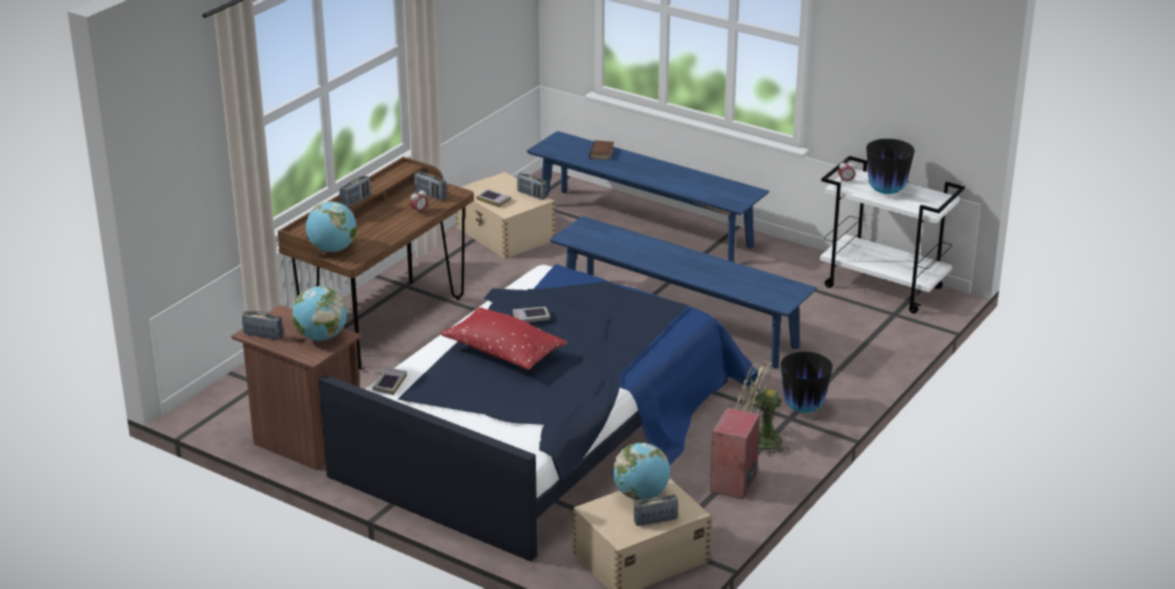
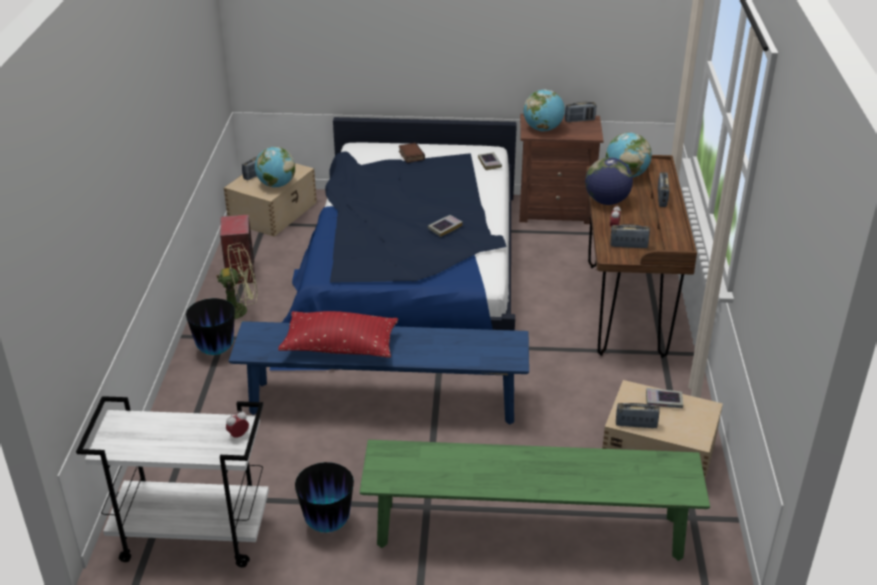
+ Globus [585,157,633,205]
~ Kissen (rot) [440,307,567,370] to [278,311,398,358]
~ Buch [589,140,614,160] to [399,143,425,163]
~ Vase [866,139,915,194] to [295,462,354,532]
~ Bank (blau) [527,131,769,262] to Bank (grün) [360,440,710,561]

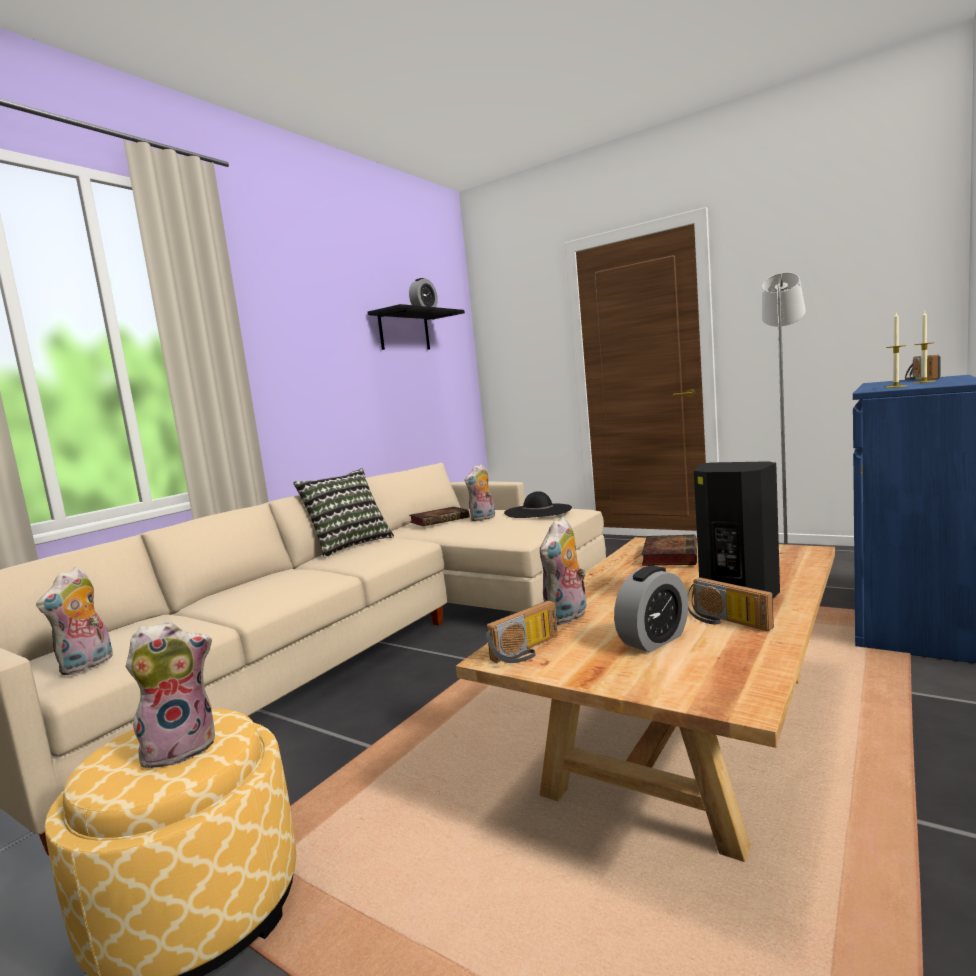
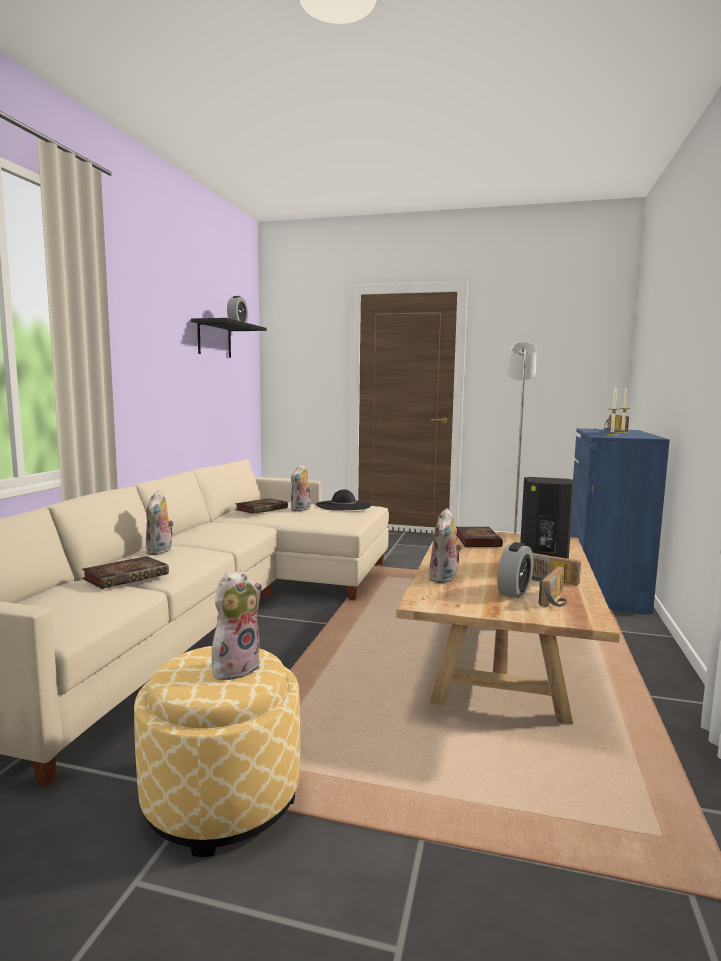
- Kissen [293,468,394,558]
+ Buch [82,556,169,589]
~ Plüschtier [36,568,113,675] to [146,490,174,555]
~ Radio [486,600,558,663] to [539,566,567,607]

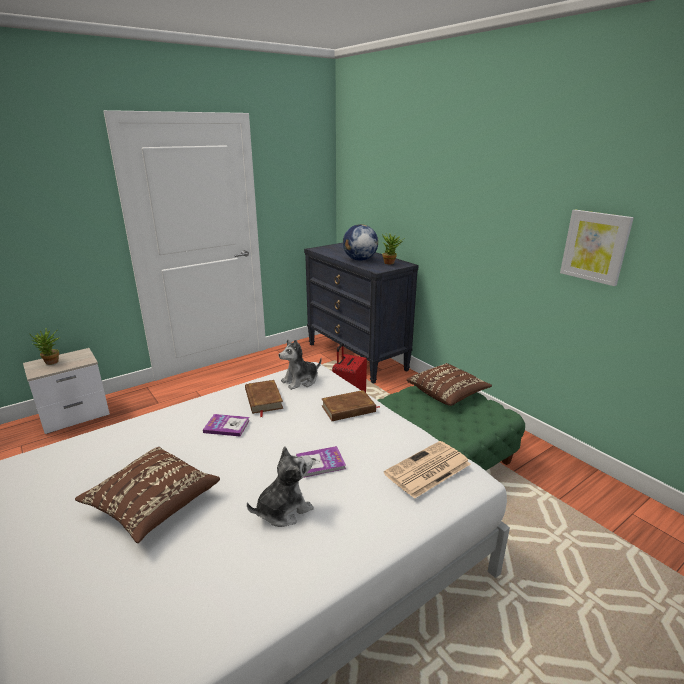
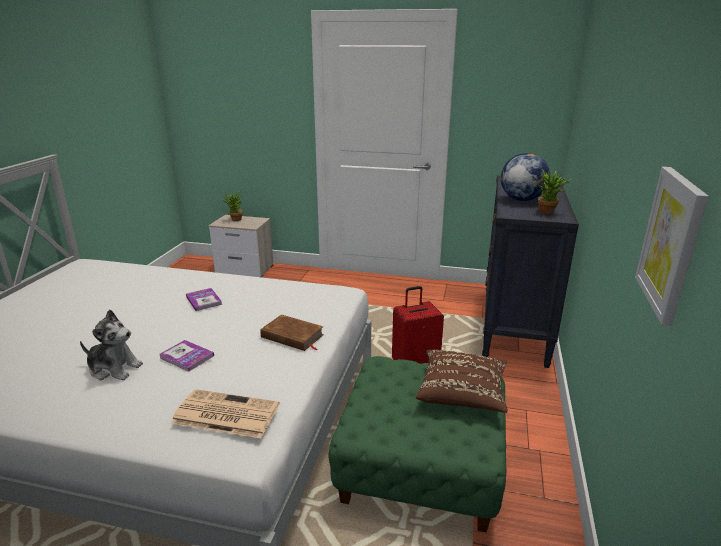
- Kissen (braun) [75,447,220,543]
- Buch (braun) [245,380,283,417]
- Plüschtier [279,339,322,390]

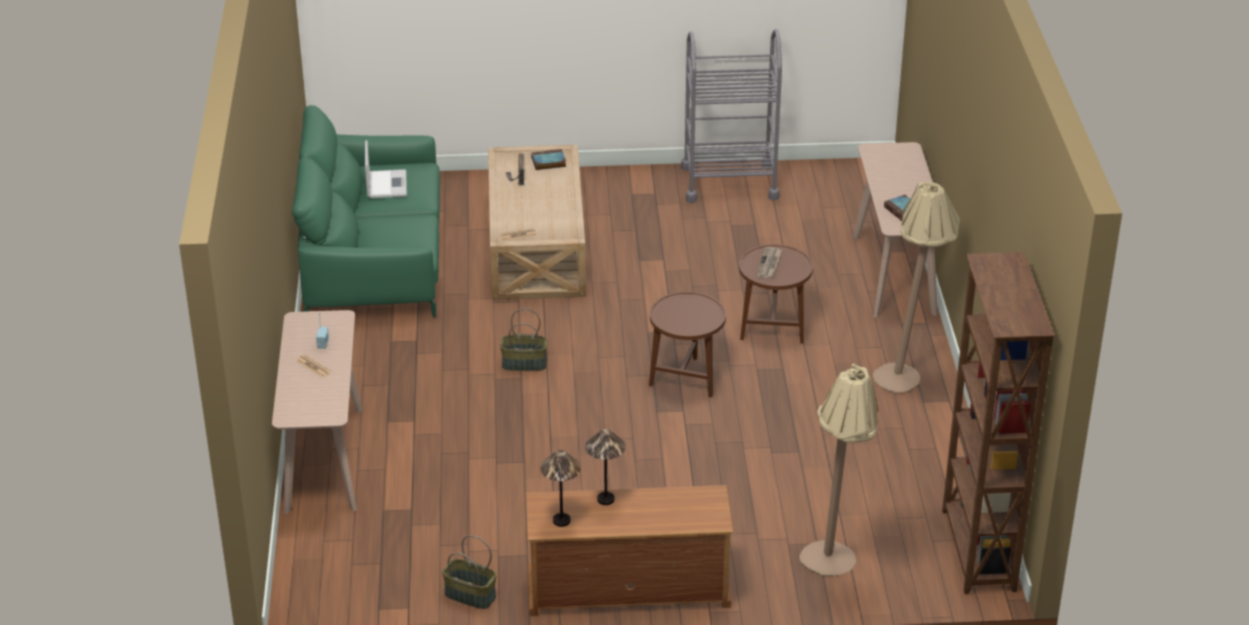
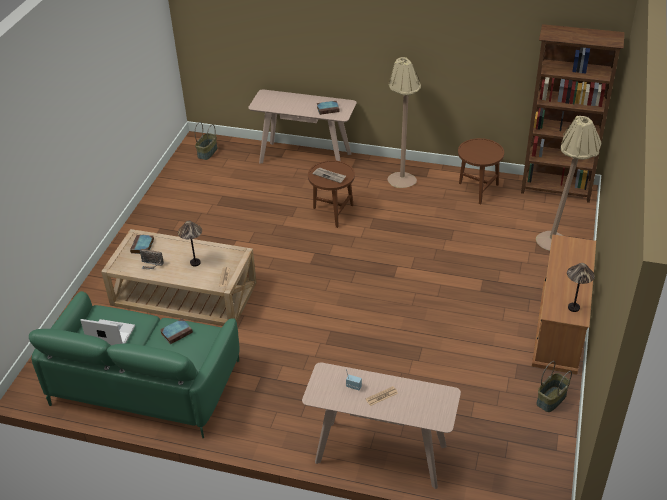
- Rollwagen (grau) [681,29,782,203]
+ Buch [160,318,193,344]
~ Korb [500,309,547,371] to [195,122,218,160]
~ Tischlampe [585,429,626,505] to [178,221,202,267]
~ Beistelltisch (braun) [649,292,726,397] to [458,138,504,205]

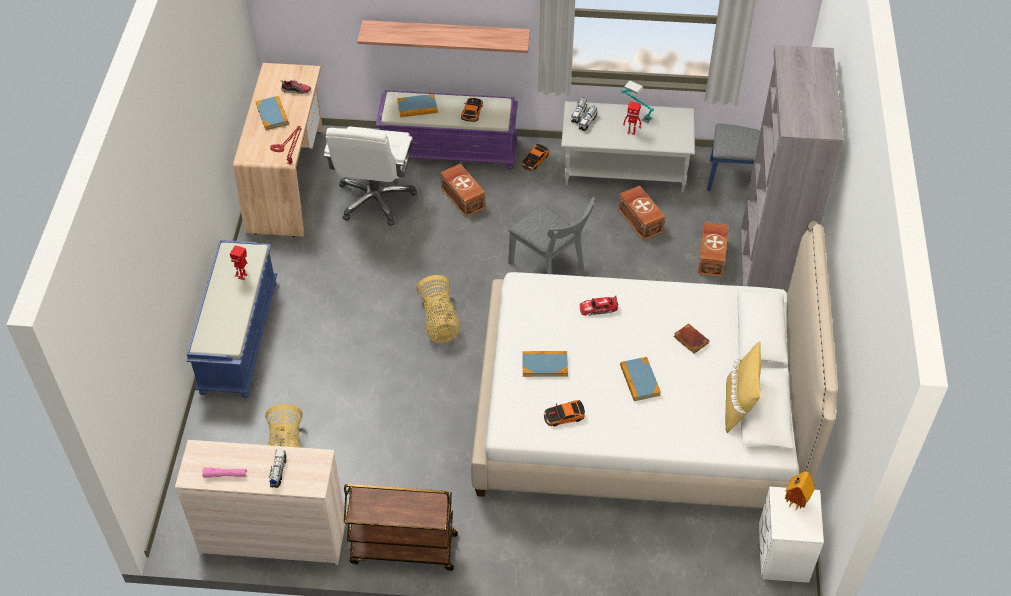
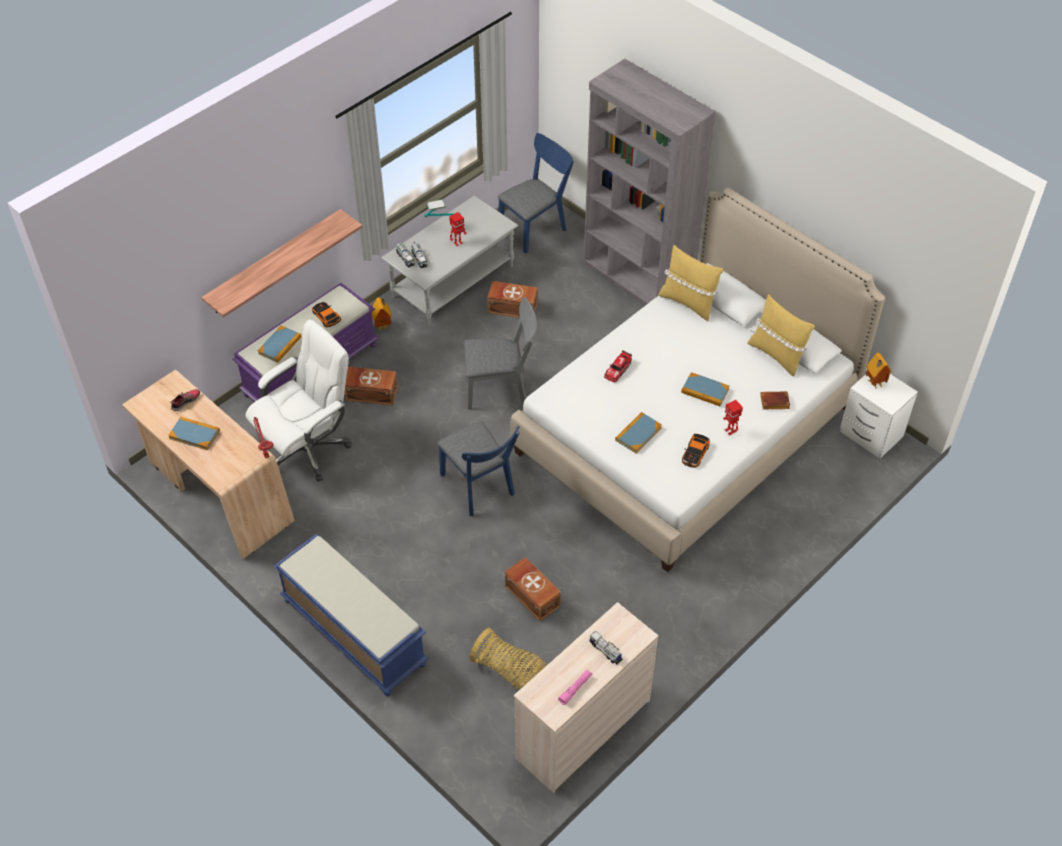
- Rollwagen (braun) [344,484,458,571]
+ Kissen (gelb) [658,245,723,321]
~ Spielzeugroboter [230,245,248,280] to [723,400,743,436]
~ Buch (braun) [673,324,709,354] to [760,392,790,409]
~ Aufbewahrungsbox (braun) [698,222,729,277] to [505,557,561,621]
~ Korb [416,275,460,343] to Stuhl (blau) [437,421,520,516]
~ Spielzeugauto [522,144,549,171] to Spielzeughaus [371,297,392,330]
~ Bürostuhl (weiß) [324,127,417,226] = [245,319,352,482] 90 degrees counterclockwise

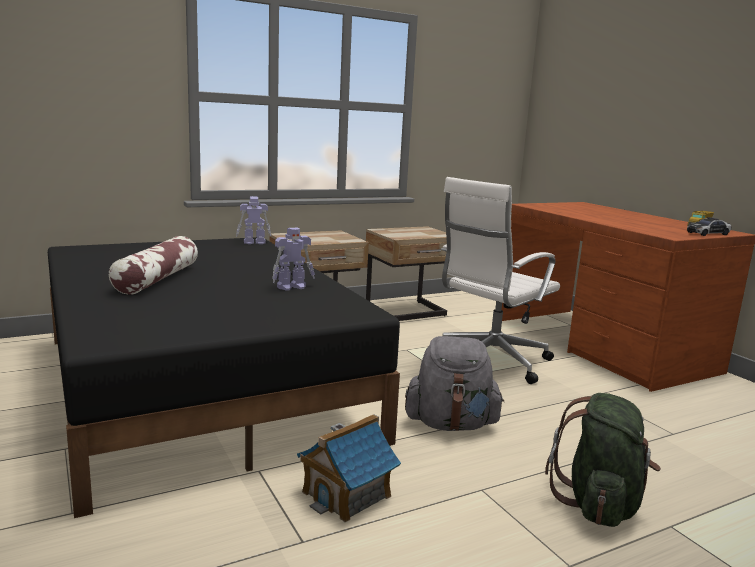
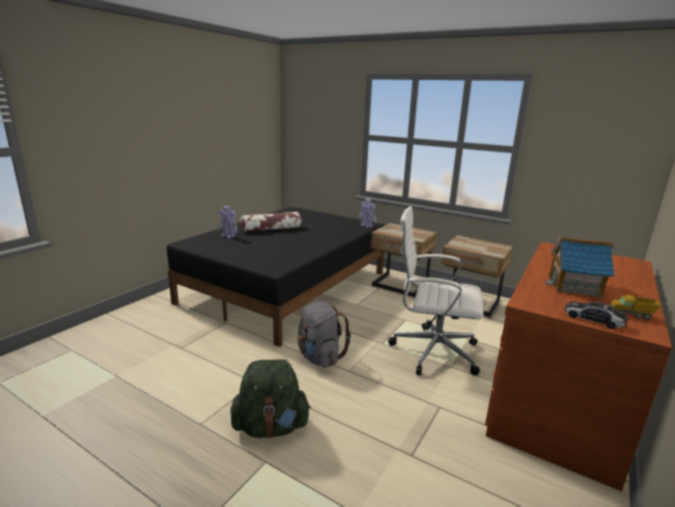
~ Spielzeugroboter [272,228,315,291] to [217,206,238,238]
~ Spielzeughaus [297,414,401,522] to [545,237,615,298]

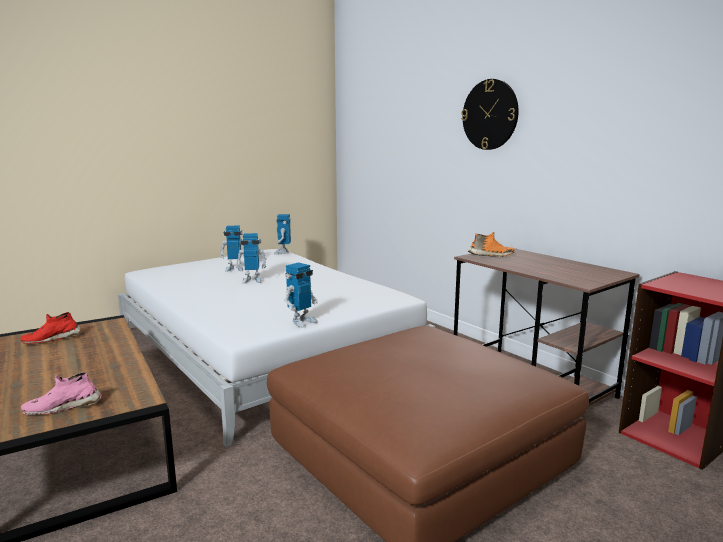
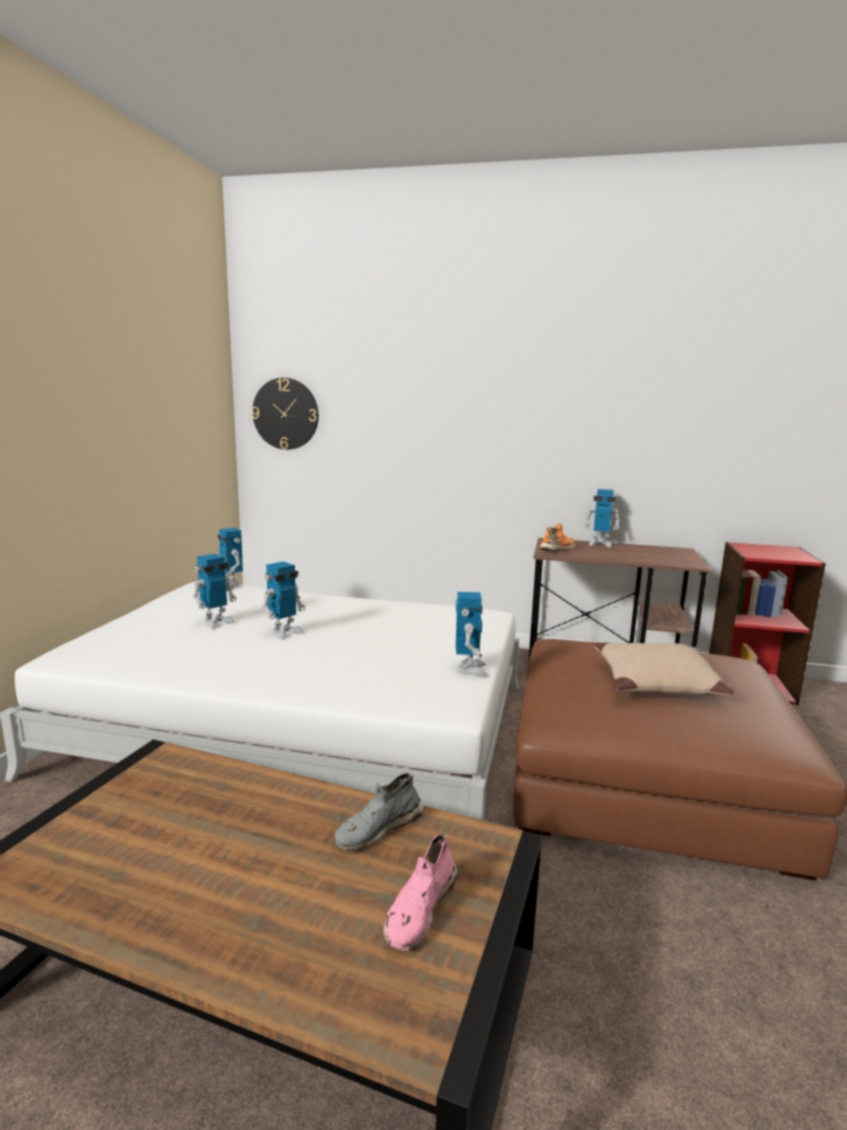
- Schuh (rot) [20,312,82,344]
+ Schuh (grau) [334,773,425,851]
+ Spielzeugroboter [584,489,620,548]
+ Kissen (beige) [594,643,733,696]
~ Wanduhr [461,79,519,150] to [252,378,319,450]

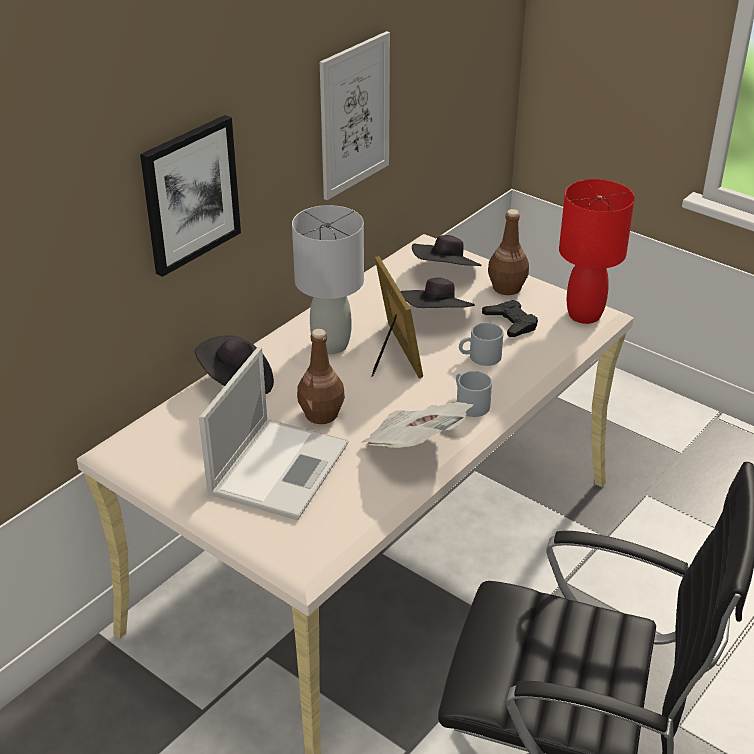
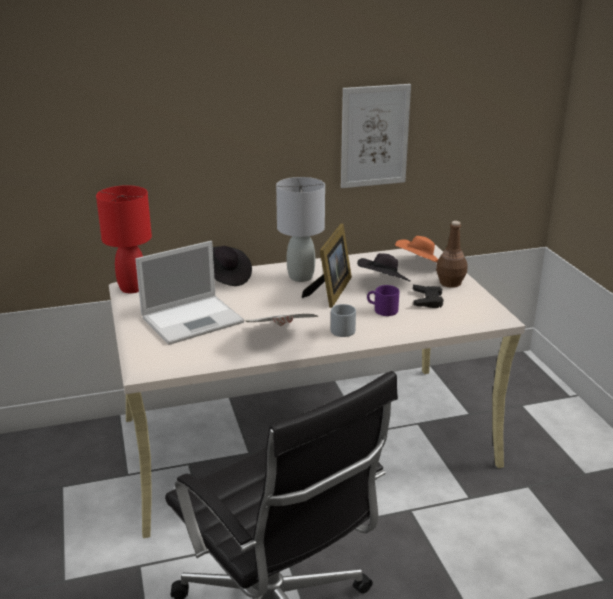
- Bild [140,115,241,277]
- Flasche (braun) [297,329,345,424]
~ Tischlampe (rot) [559,179,635,324] to [96,185,152,293]
~ Hut (schwarz) [412,235,481,266] to Hut (orange) [395,236,438,263]
~ Henkelbecher (grau) [459,323,503,366] to Henkelbecher (lila) [367,285,399,316]

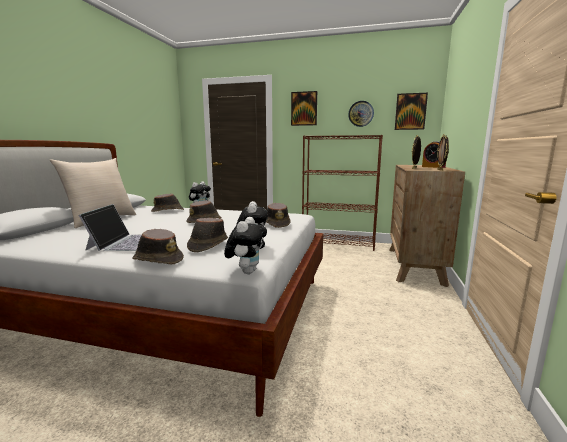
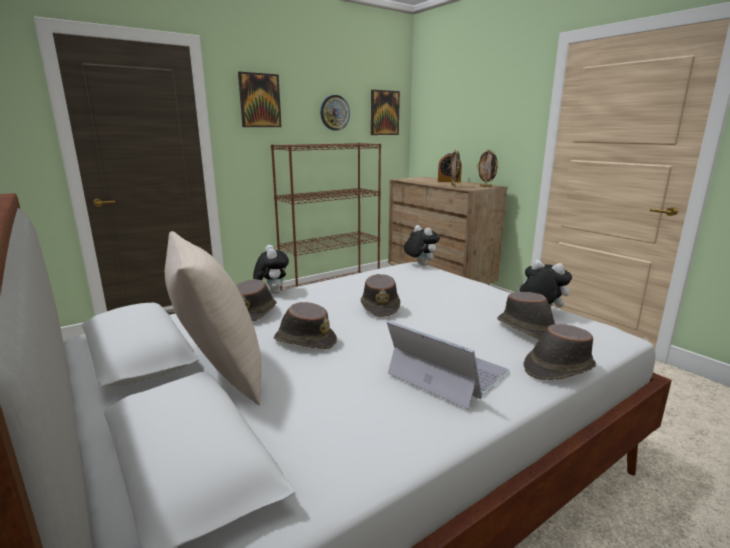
~ Plüschtier [224,217,267,274] to [404,225,440,266]
~ Hut (braun) [266,203,291,228] to [274,302,337,349]

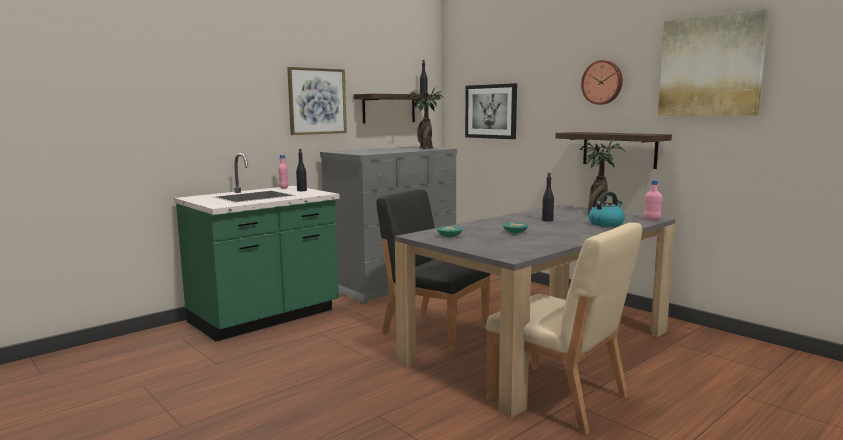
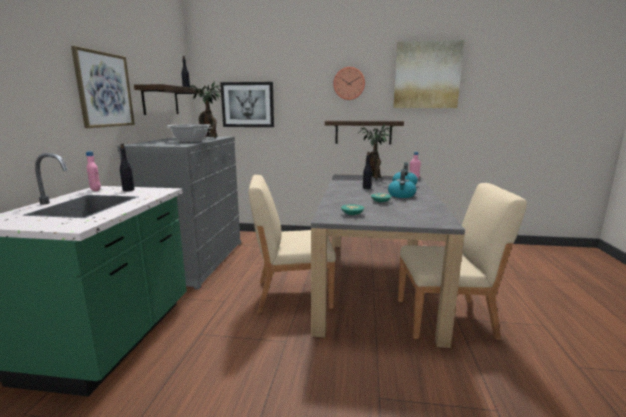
+ Kochtopf [167,124,212,143]
+ Wasserkessel [388,169,417,198]
~ Stuhl (schwarz) [376,189,491,352] to Stuhl (beige) [249,175,336,313]

